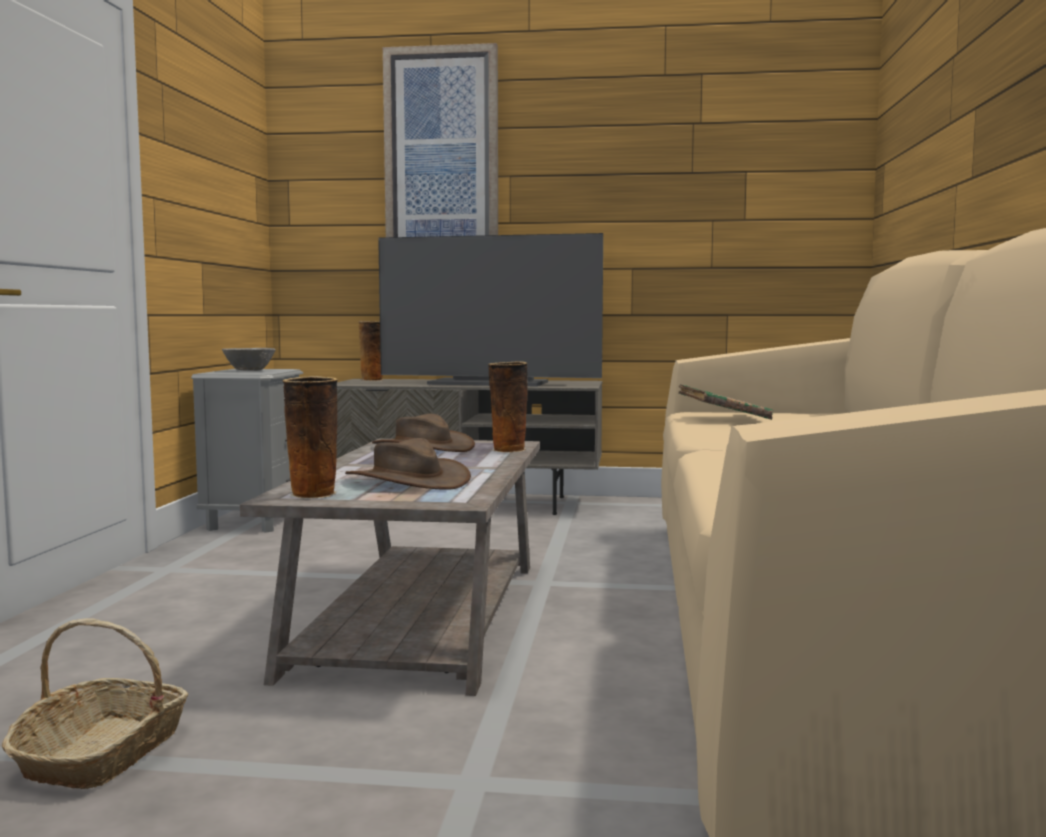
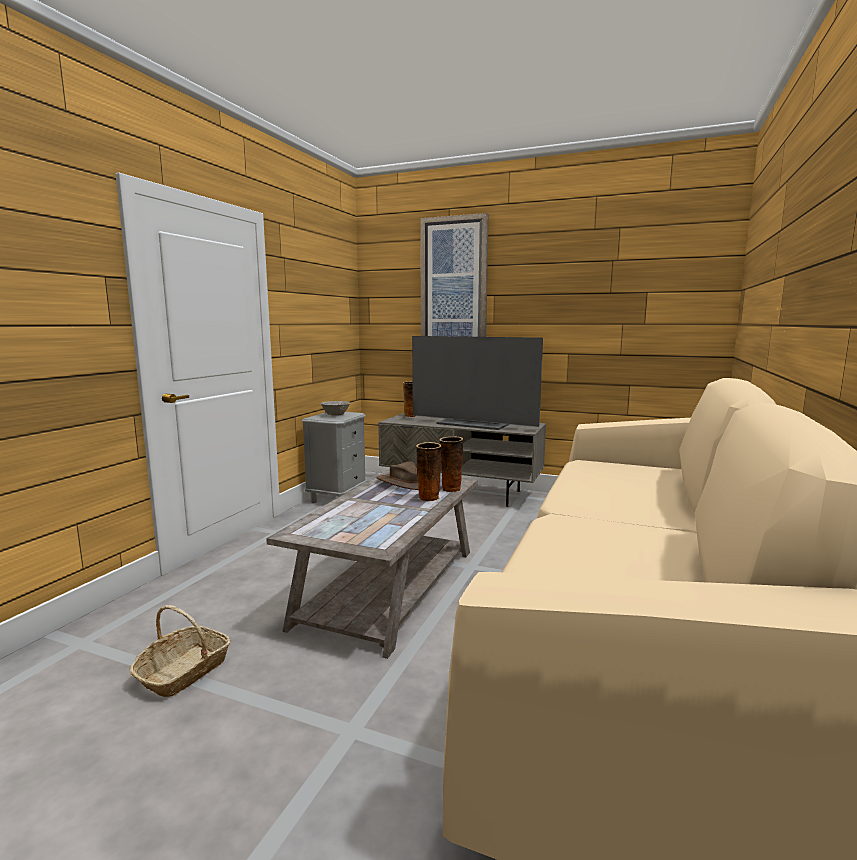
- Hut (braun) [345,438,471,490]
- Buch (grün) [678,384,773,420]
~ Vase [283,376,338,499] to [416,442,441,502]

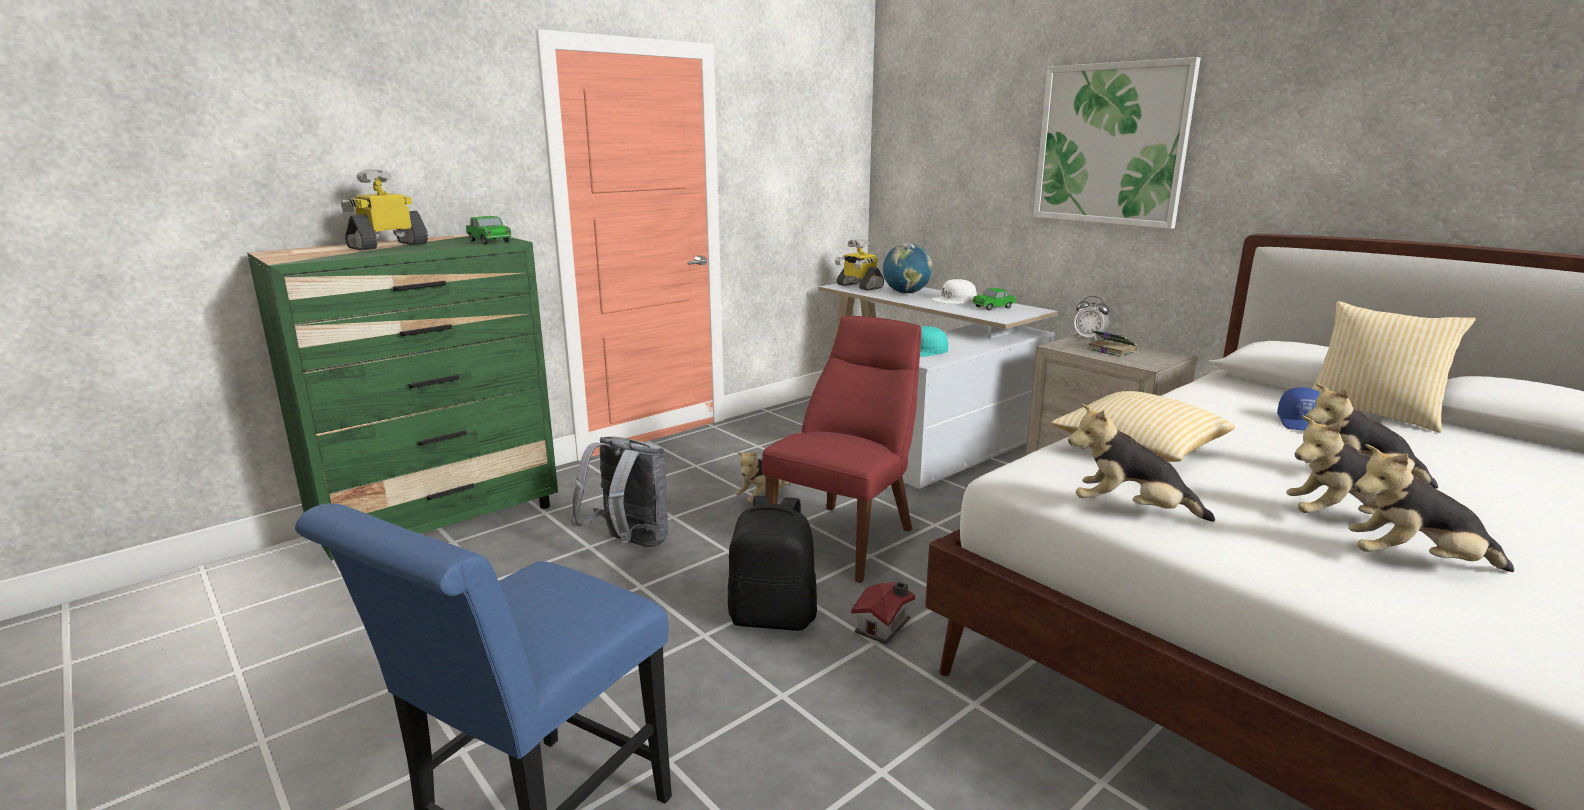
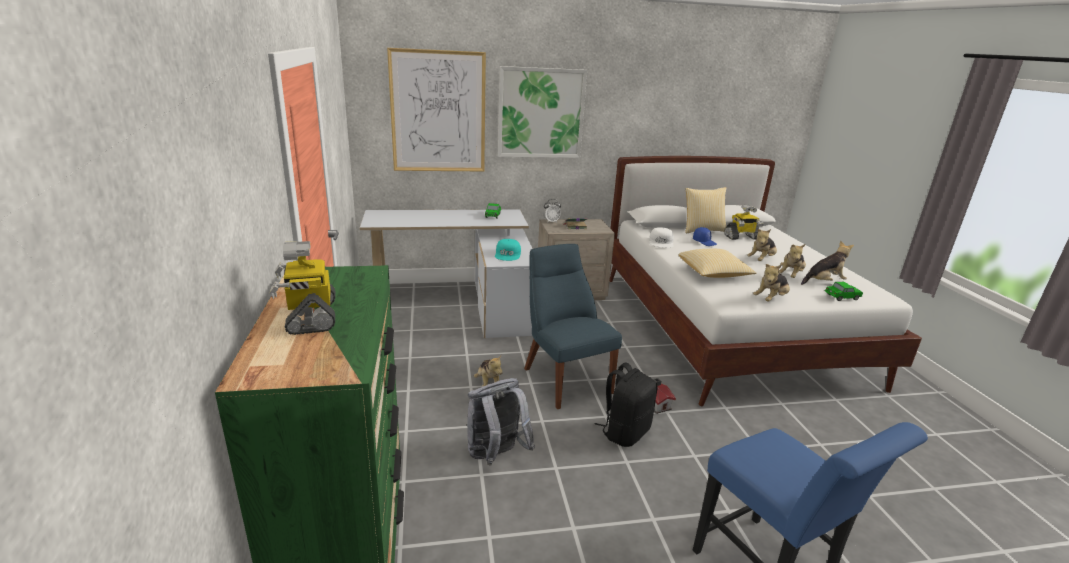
- Globus [883,243,933,294]
+ Bild [387,48,486,171]
~ Spielzeugauto [466,216,512,244] to [825,282,863,301]
~ Spielzeugroboter [835,239,884,291] to [724,205,764,240]
~ Kappe (weiß) [931,279,977,304] to [649,227,674,248]
~ Stuhl (rot) [762,316,921,583] to Stuhl (blau) [524,244,622,409]
~ Plüschtier [1348,444,1514,572] = [801,241,854,285] 150 degrees counterclockwise

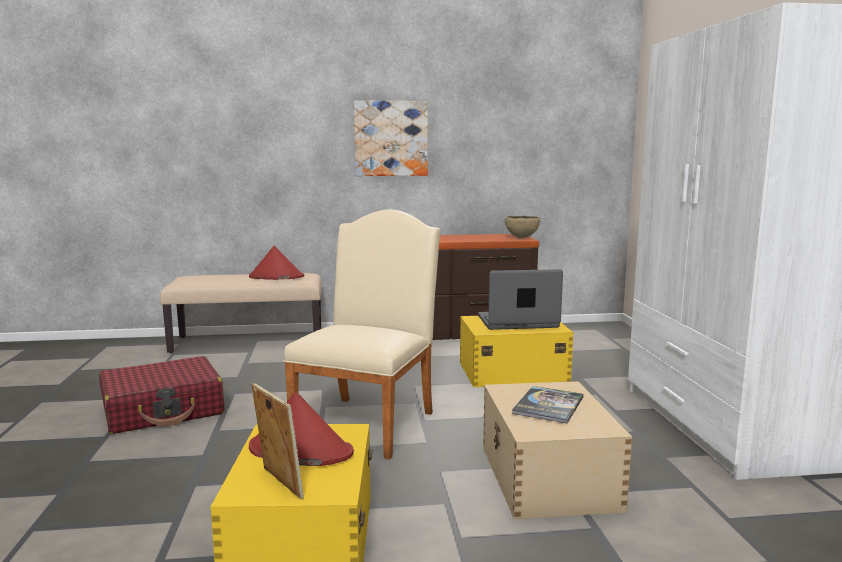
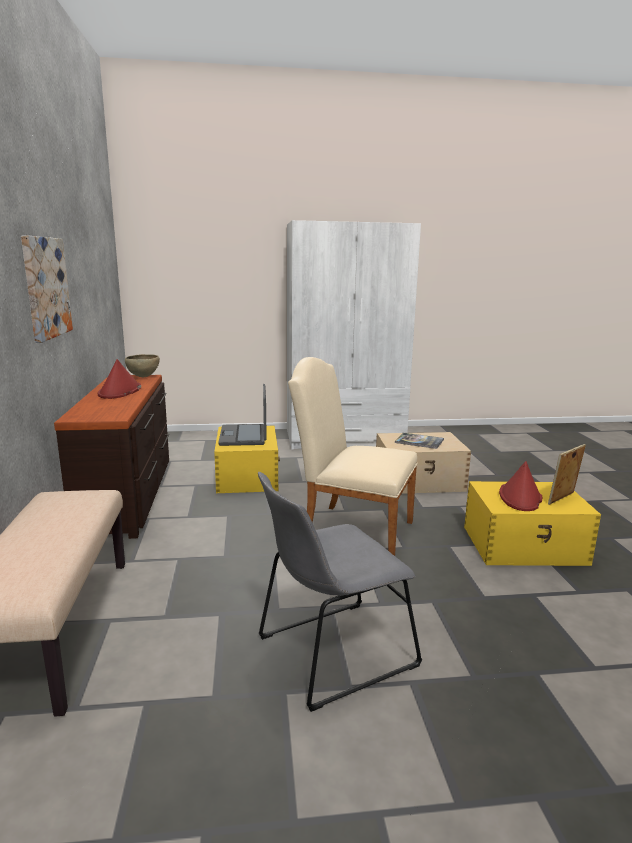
~ Hut (rot) [249,246,304,280] to [98,359,141,399]
~ Koffer (rot) [99,356,224,434] to Stuhl (grau) [258,472,422,712]

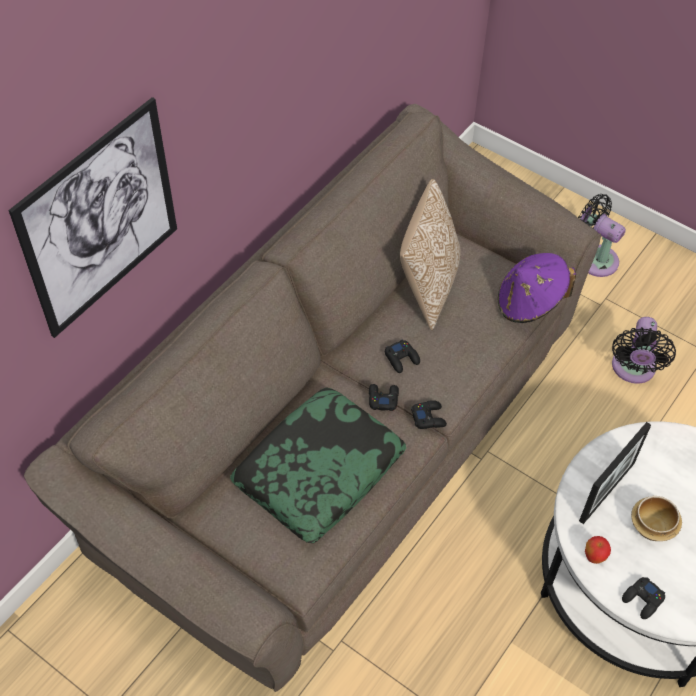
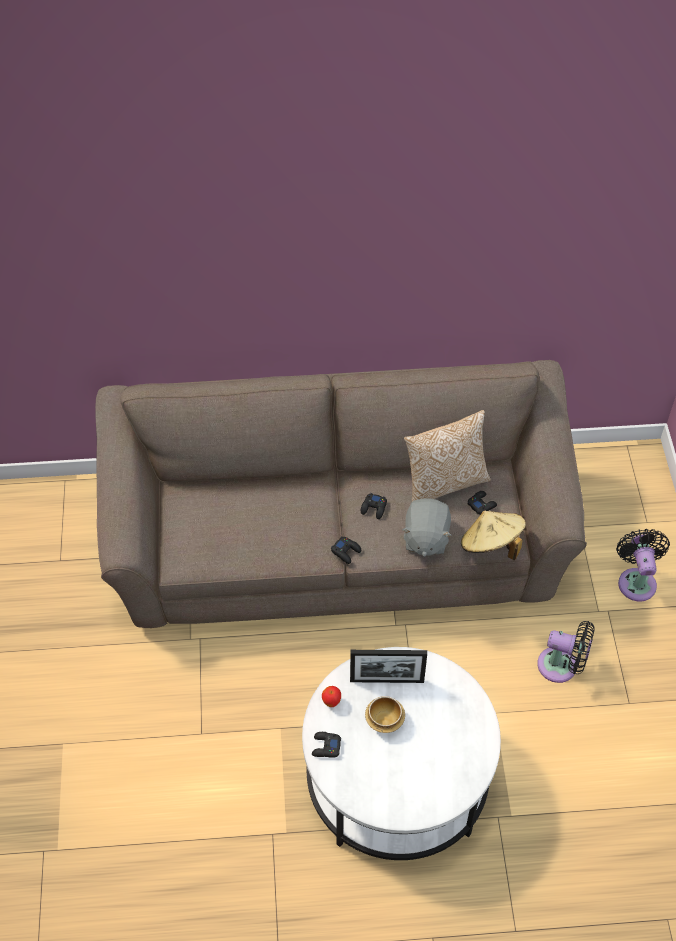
- Bild [9,97,177,338]
- Kissen [230,388,407,543]
+ Plüschtier (grau) [402,498,452,557]
~ Gamepad (schwarz) [369,384,399,411] to [468,491,497,515]
~ Hut (lila) [498,253,576,323] to Hut (beige) [461,511,526,560]
~ Ventilator (schwarz) [612,317,676,384] = [537,621,595,683] 135 degrees counterclockwise

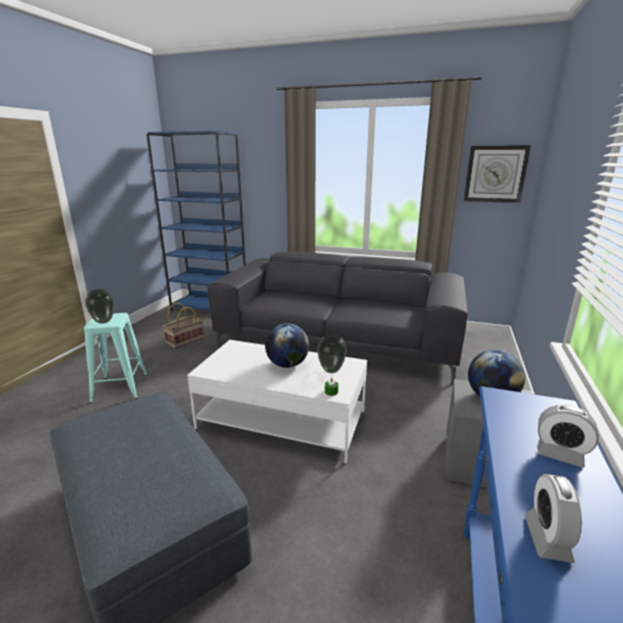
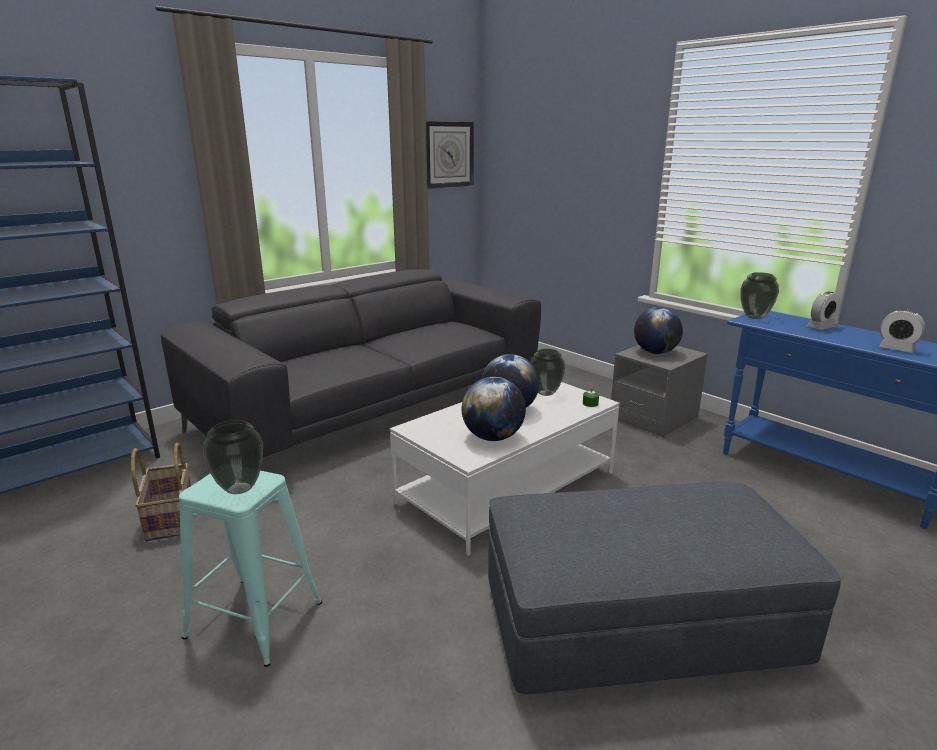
+ Globus [462,377,526,441]
+ Vase [741,272,779,319]

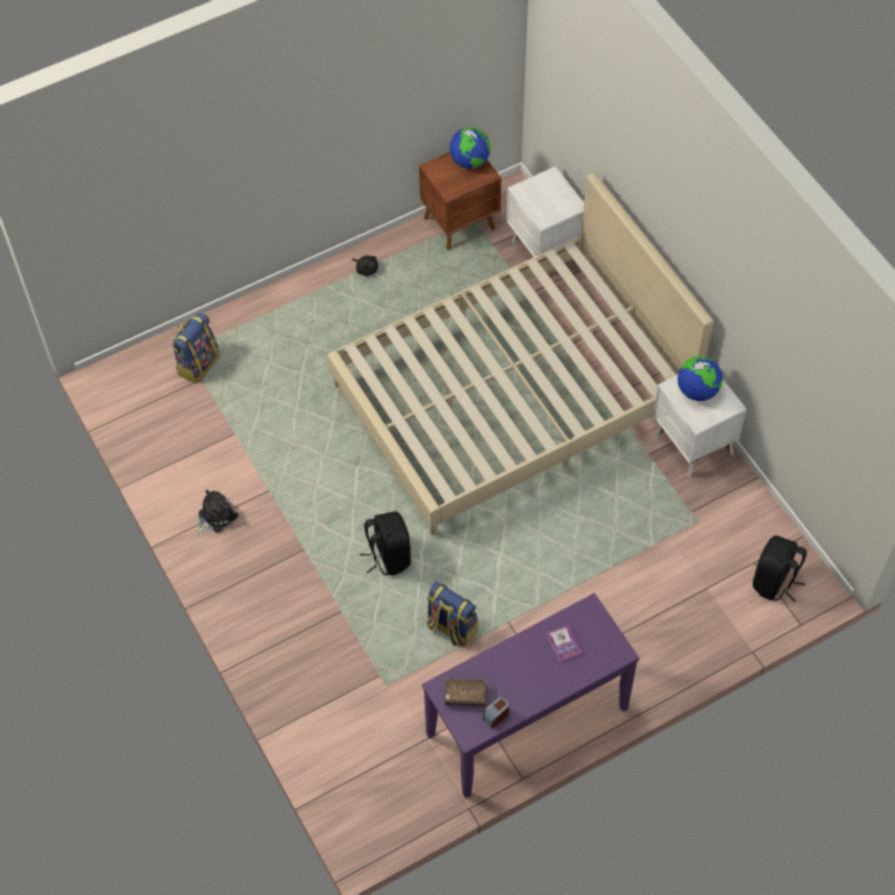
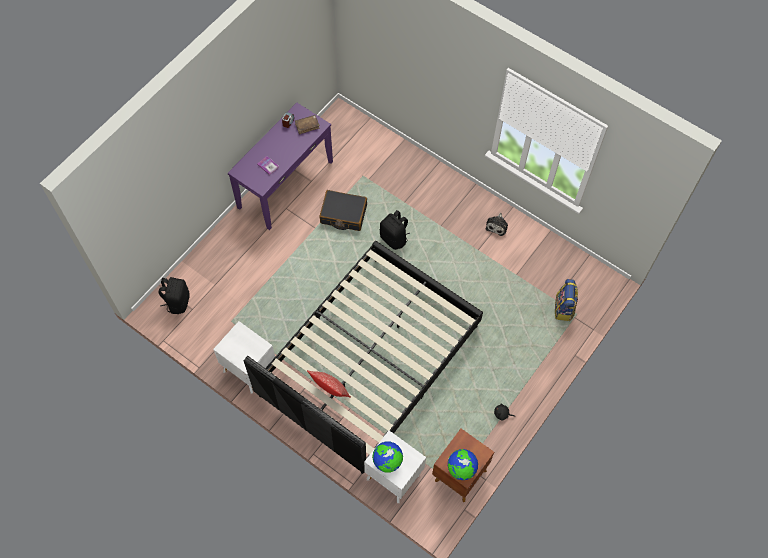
+ Kissen [307,370,351,398]
~ Globus [678,356,723,401] to [372,442,403,473]
~ Rucksack [427,582,478,647] to Koffer (schwarz) [319,190,367,231]
~ Bett (beige) [328,173,713,535] to Bett (schwarz) [244,241,483,474]

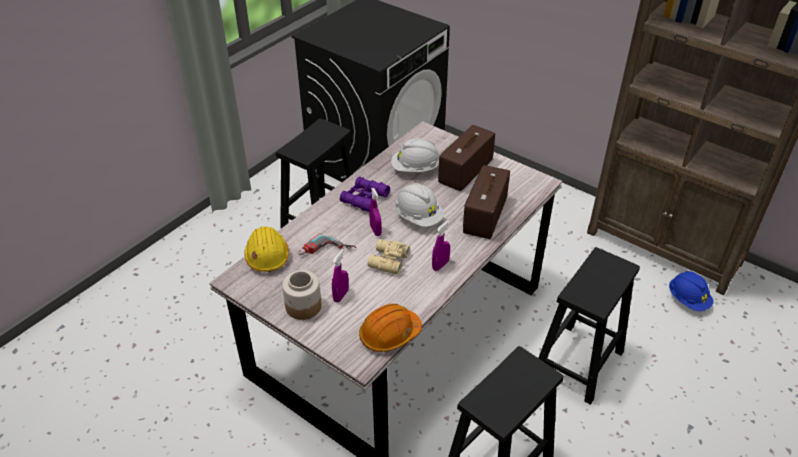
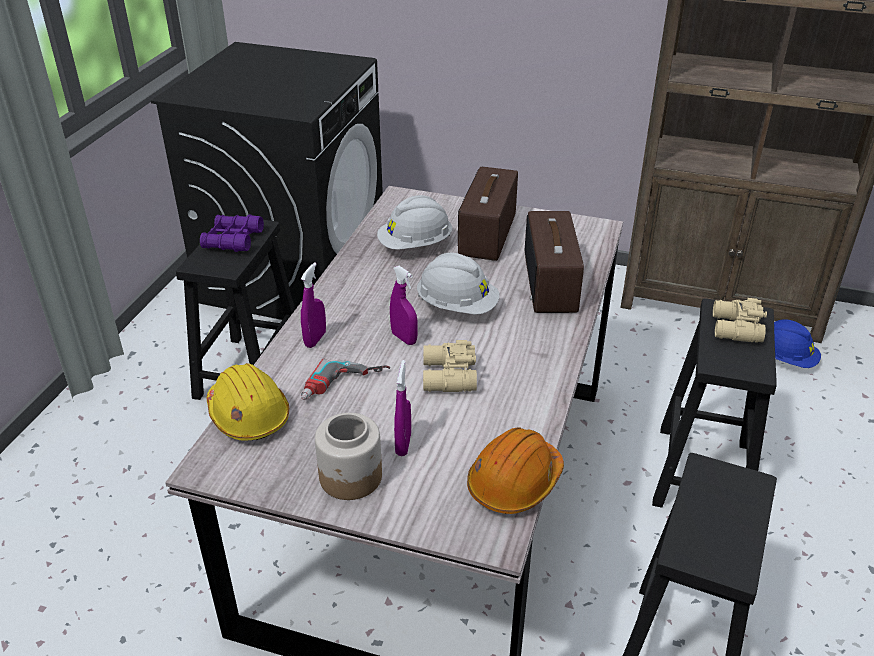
+ Fernglas (beige) [713,298,767,343]
~ Fernglas (lila) [340,177,390,212] to [200,214,264,252]
~ Sprühflasche (lila) [432,220,450,271] to [301,262,326,348]

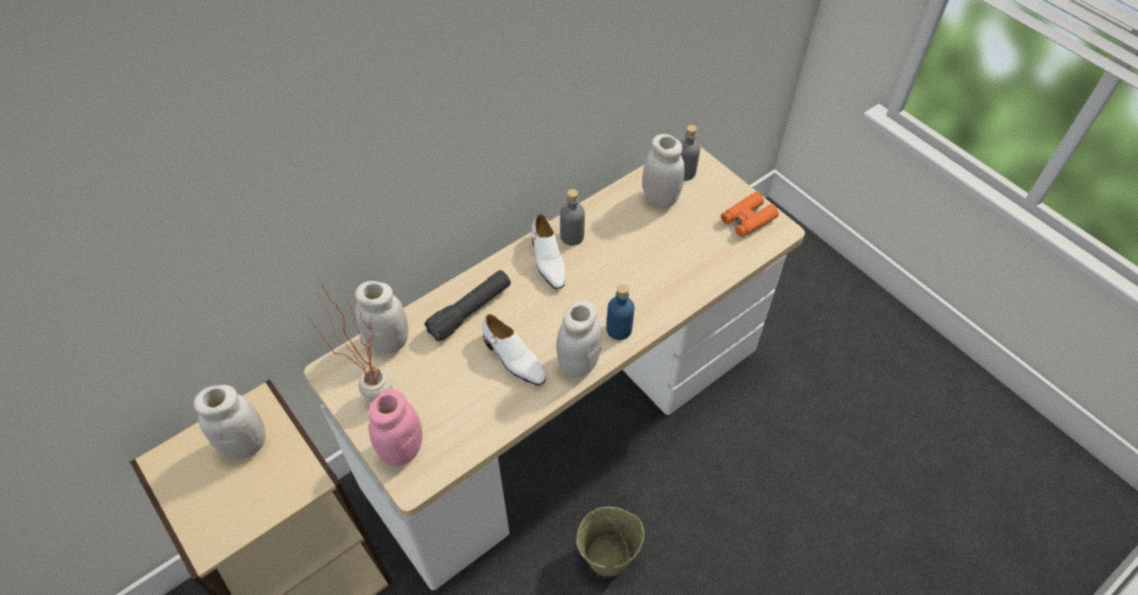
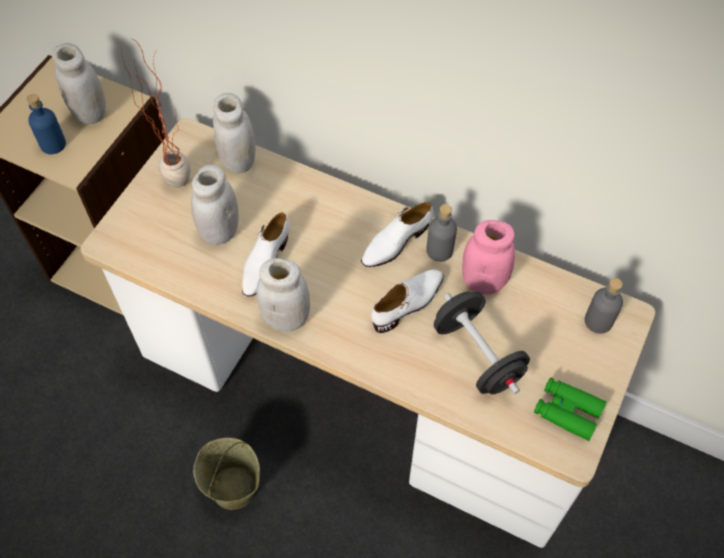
- Taschenlampe (schwarz) [425,270,511,341]
+ Schuh (weiß) [371,269,444,333]
+ Hantel (schwarz) [433,292,530,394]
~ Vorratsglas (rosa) [369,389,423,466] to [462,220,515,294]
~ Flasche (blau) [606,284,634,340] to [27,94,66,154]
~ Vorratsglas (weiß) [642,134,685,208] to [191,165,239,245]
~ Fernglas (orange) [721,192,779,237] to Fernglas (grün) [534,377,607,441]

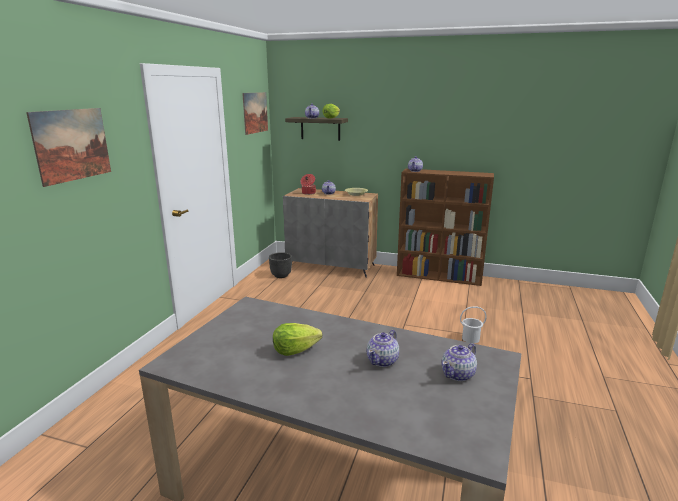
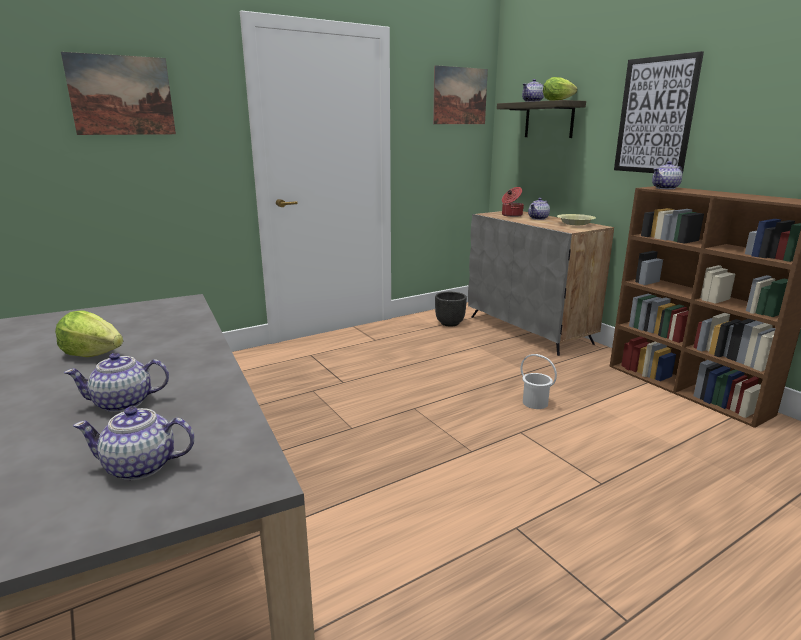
+ Bild [614,51,704,173]
~ Eimer (weiß) [460,306,487,343] to [520,354,557,409]

